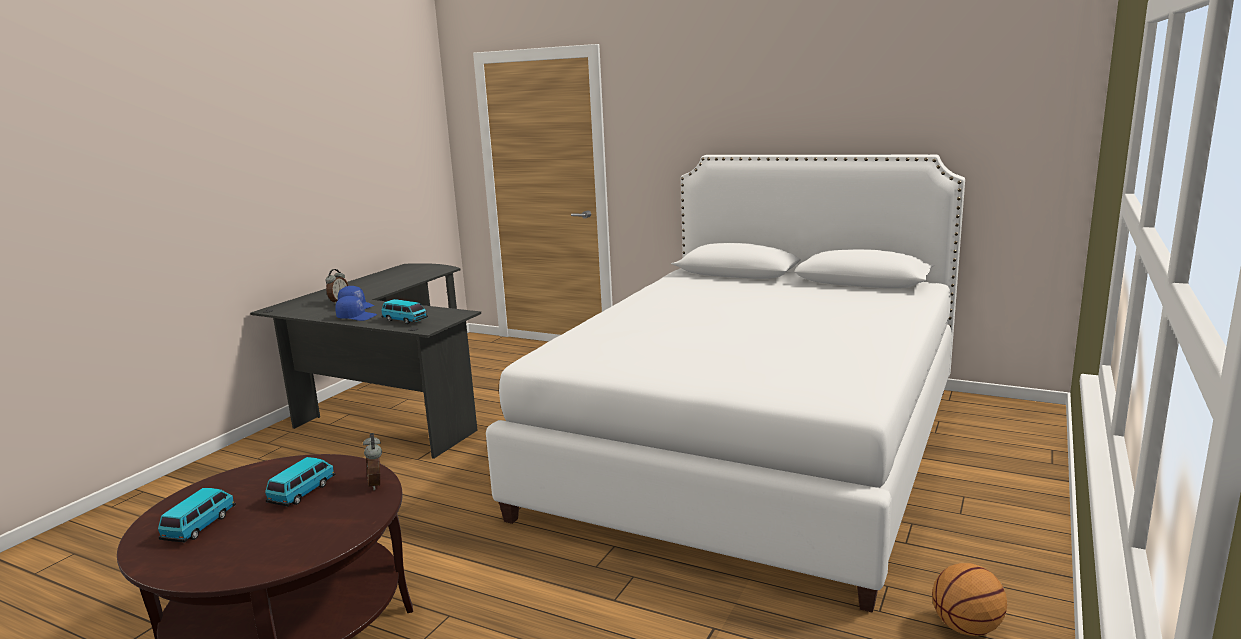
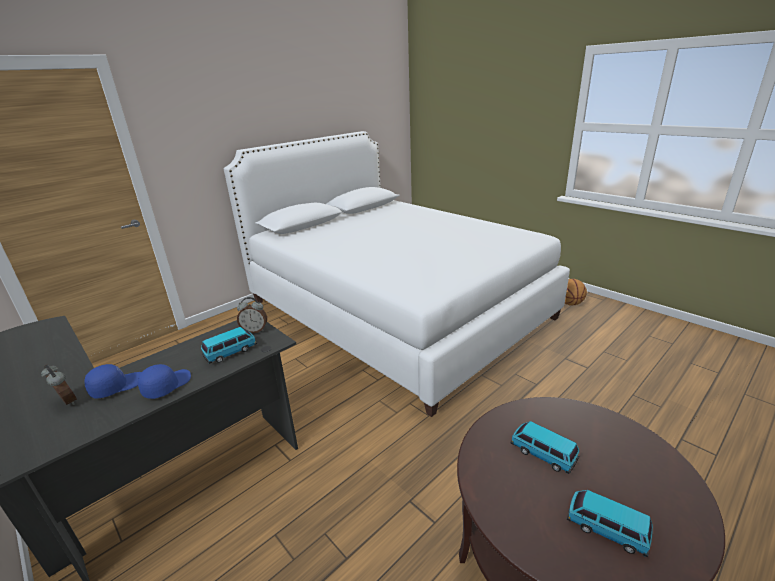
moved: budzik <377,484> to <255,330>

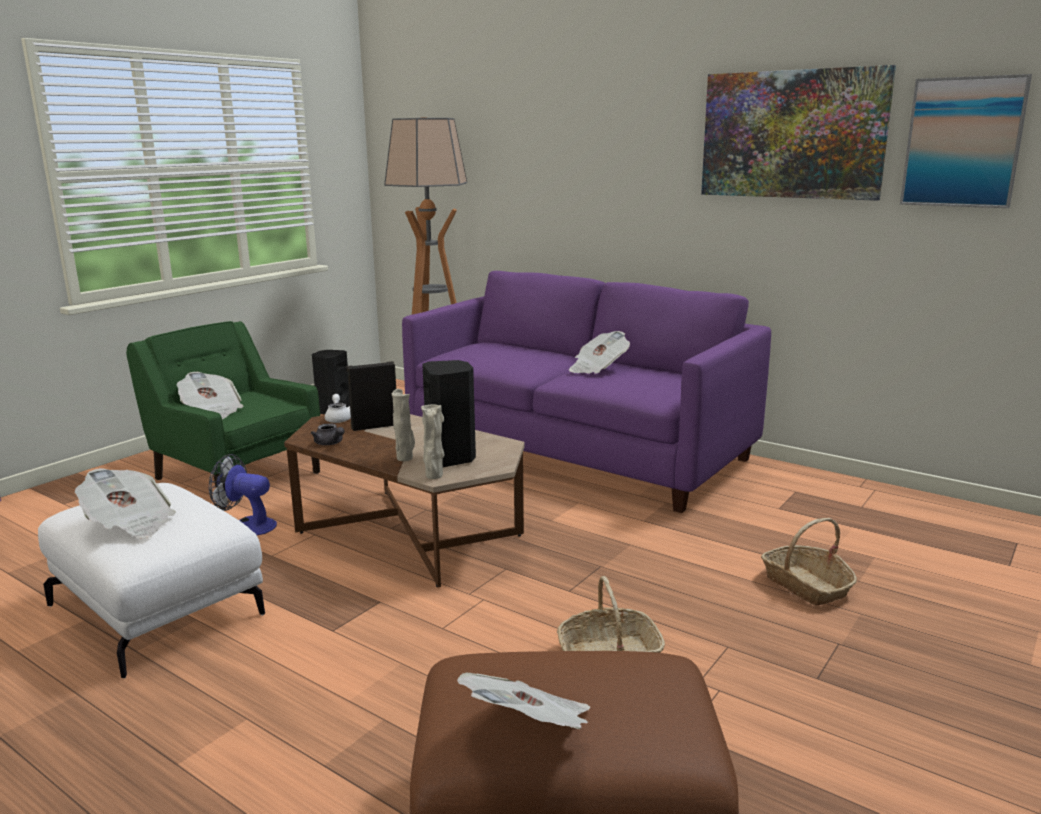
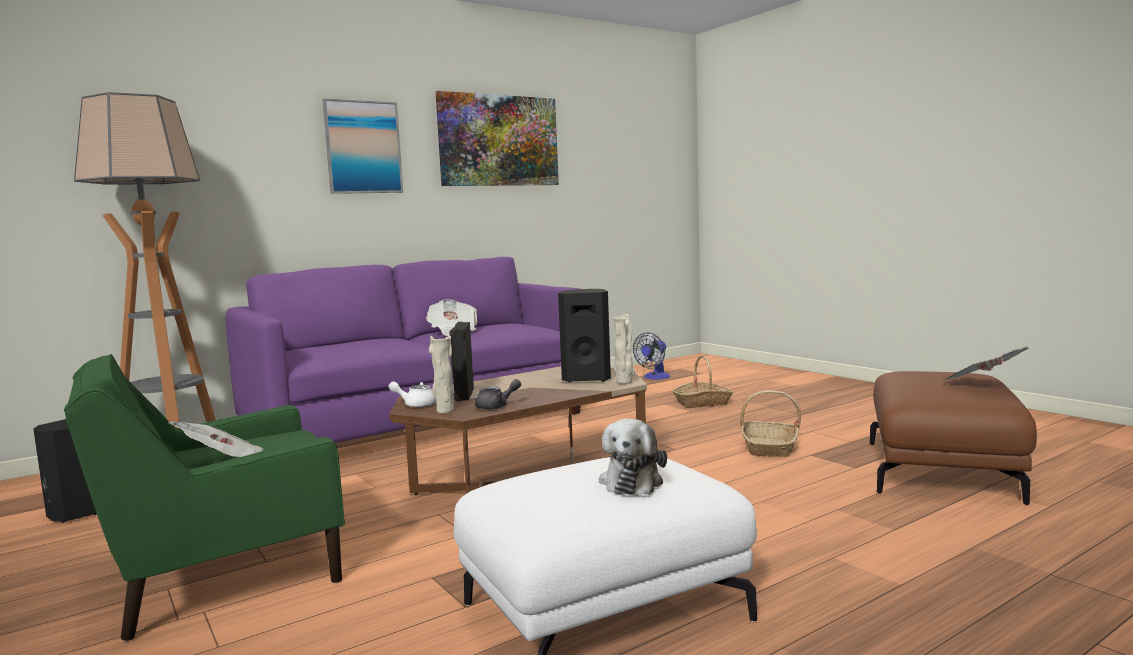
moved: wentylator <247,526> to <654,377>; wazon [beżowy] <405,458> to <445,411>; obraz <963,142> to <363,147>
replaced: gazeta <130,524> to pluszak <632,481>

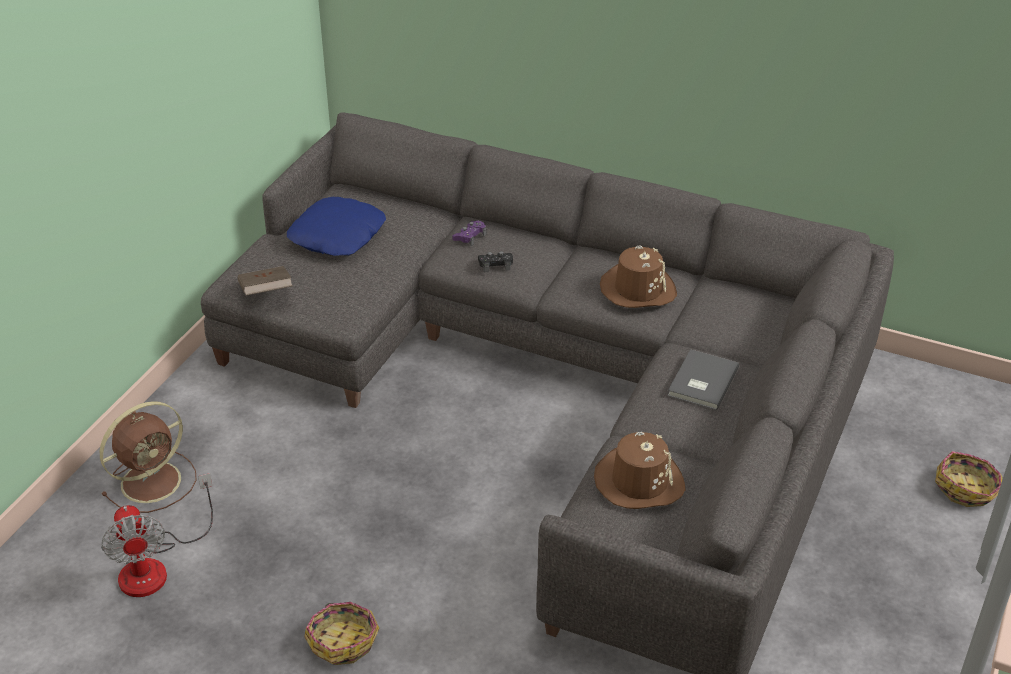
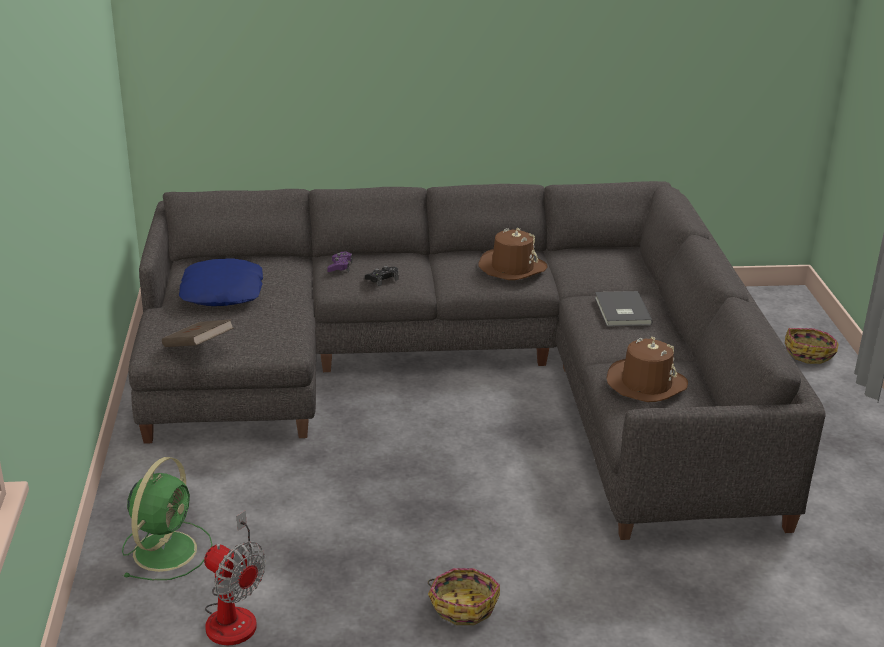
recoloured: wentylator [brązowy] <153,480> to wentylator [zielony] <166,549>

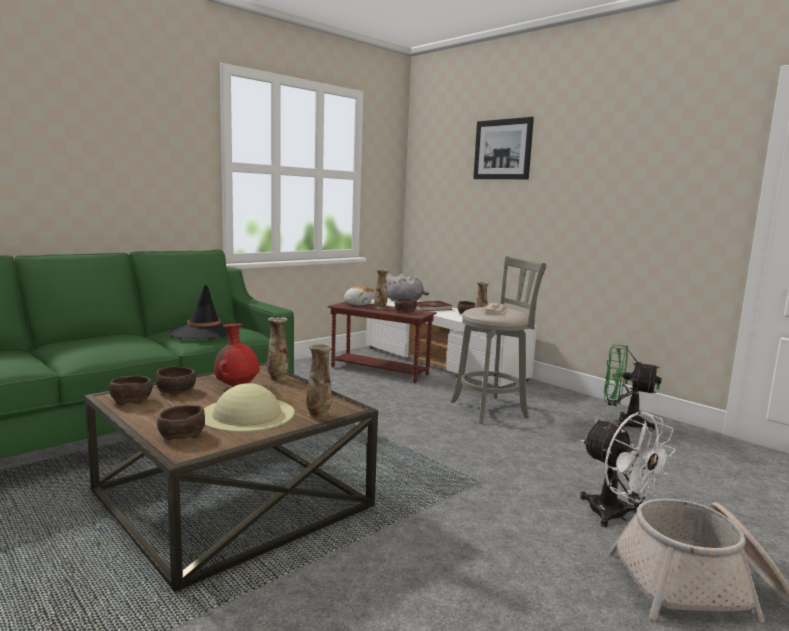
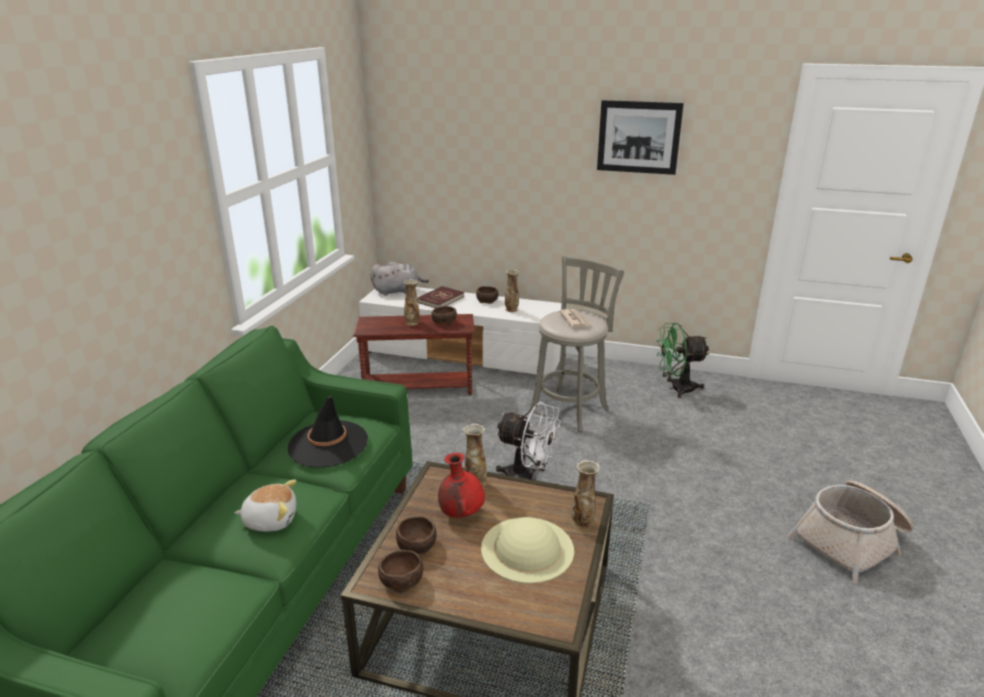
removed: miska [brązowy] <180,435>
moved: pluszak <358,304> to <271,519>; obraz <502,149> to <638,137>; wentylator [biały] <616,516> to <527,478>

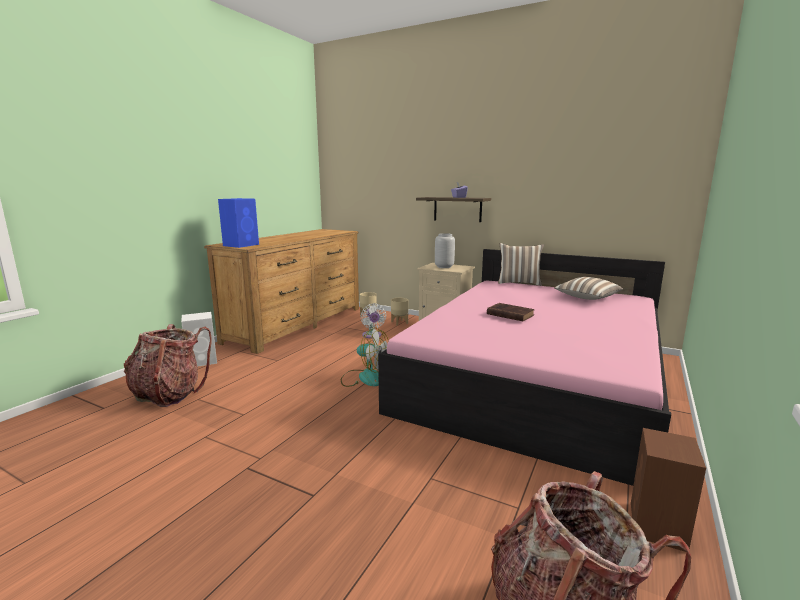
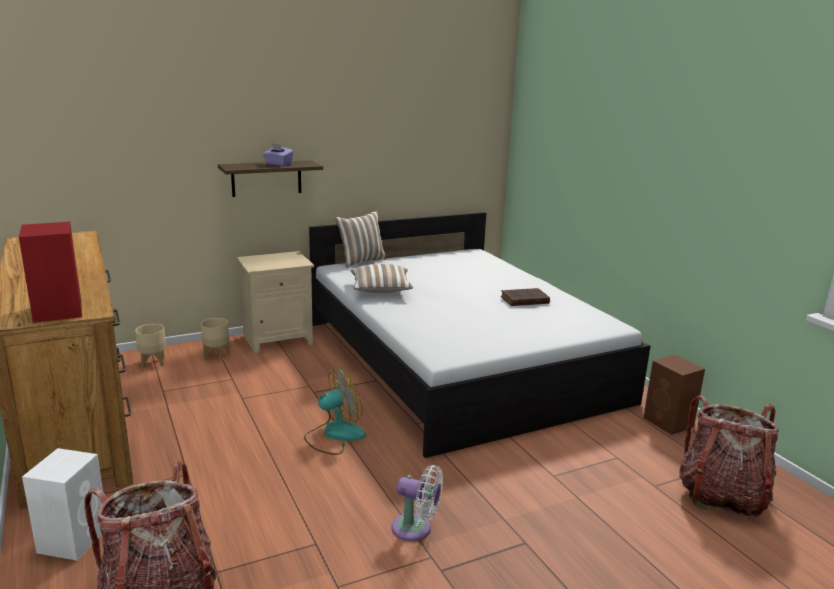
removed: wazon [szary] <444,267>
moved: wentylator [biały] <372,336> to <415,529>; książka [brązowy] <509,314> to <523,300>; poduszka <586,298> to <381,290>
recoloured: głośnik [niebieski] <241,245> to głośnik [czerwony] <58,310>; łóżko [różowy] <535,378> to łóżko [biały] <457,360>

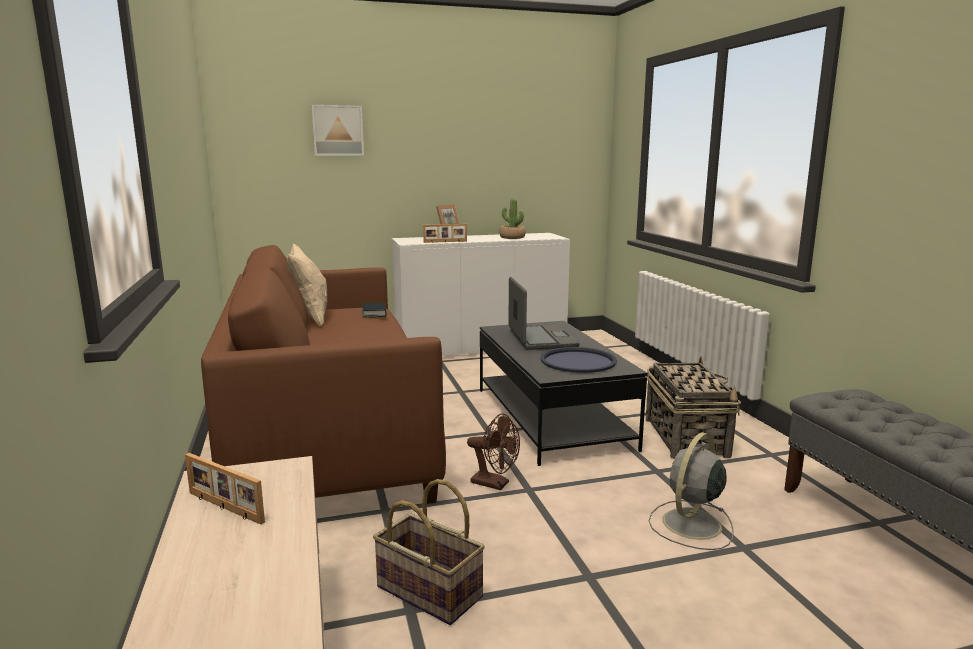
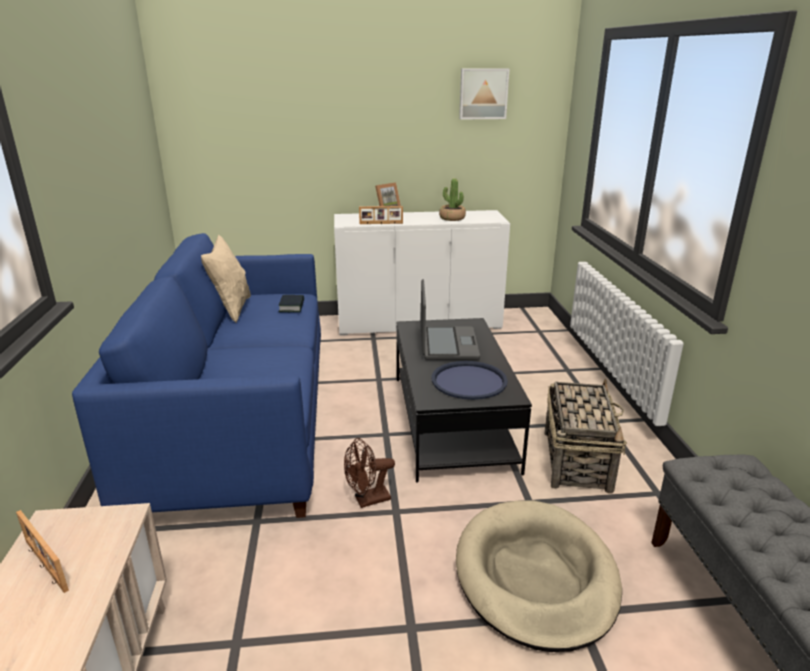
removed: koszyk <427,592>
moved: obraz <337,130> to <483,94>
replaced: wentylator [szary] <690,525> to legowisko [beżowy] <535,576>
recoloured: kanapa [brązowy] <328,435> to kanapa [niebieski] <239,424>
turned: wentylator [brązowy] <495,484> = <367,500> 120 degrees clockwise

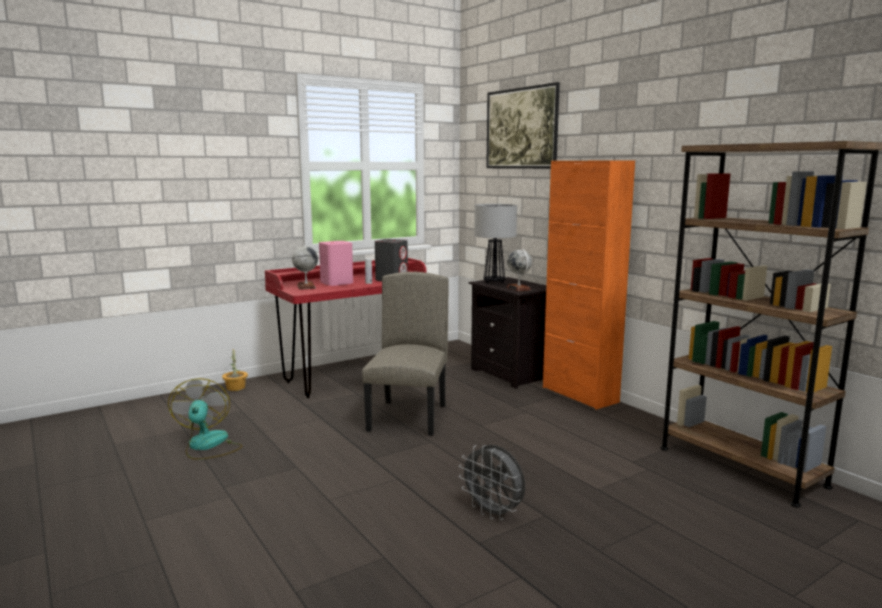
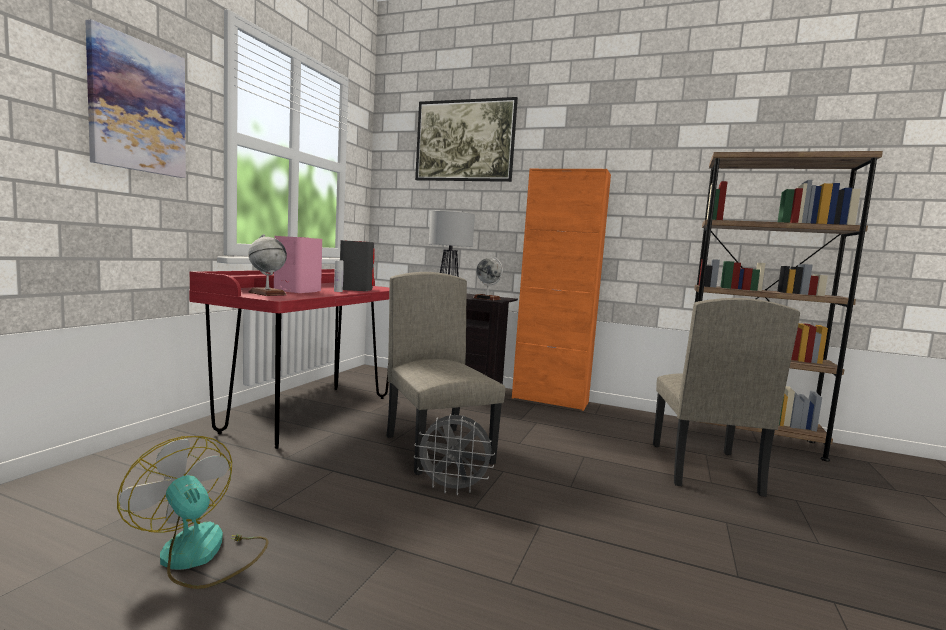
removed: roślina doniczkowa <235,388>
added: obraz <137,106>; krzesło [beżowy] <702,468>
moved: wentylator [szary] <493,513> to <453,489>

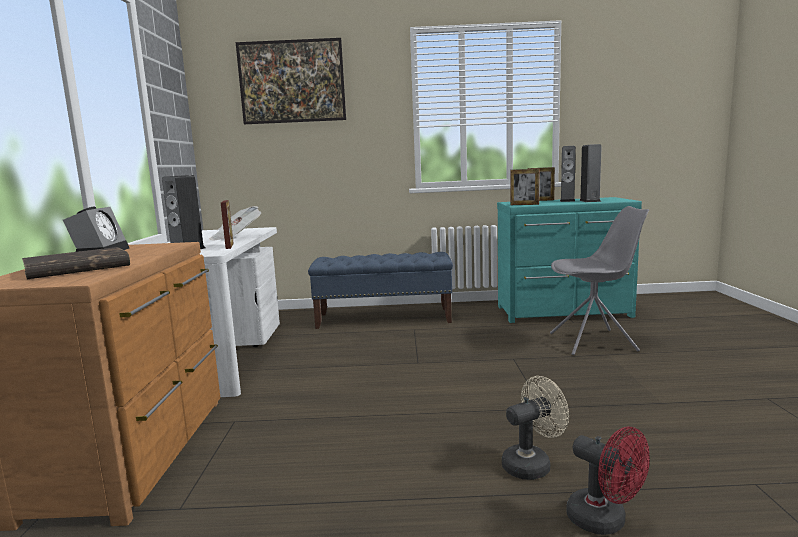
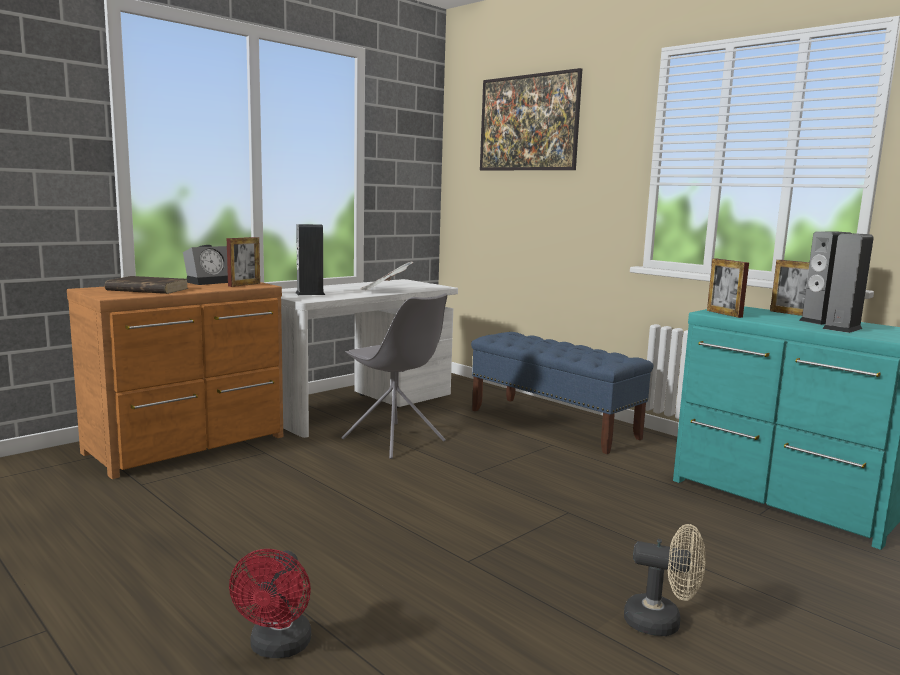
moved: ramka na zdjęcie <229,246> to <244,285>; wentylator [beżowy] <532,464> to <662,623>; krzesło [szary] <594,342> to <394,441>

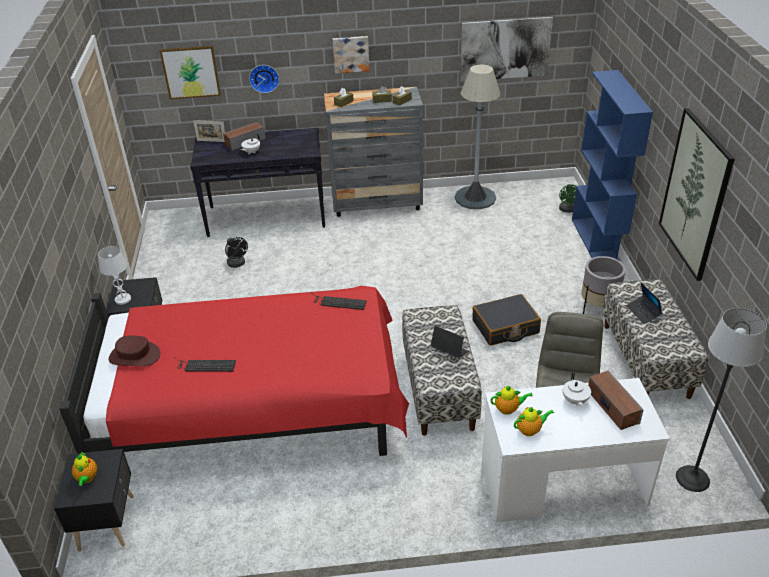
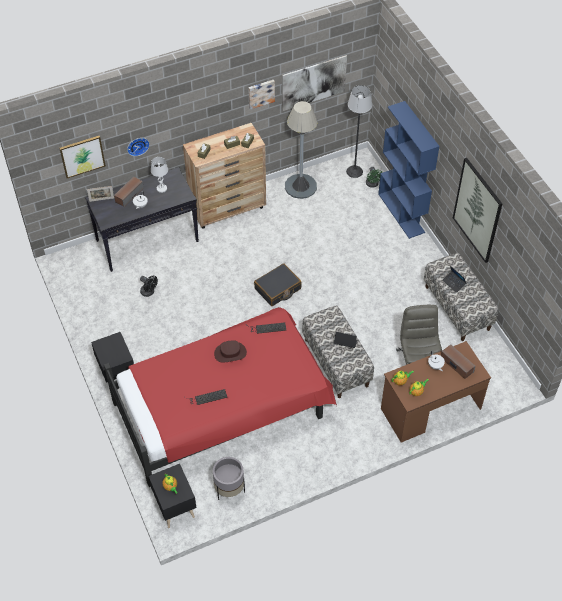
moved: lampa stołowa [biały] <123,299> to <161,188>; kapelusz [brązowy] <134,356> to <230,353>; obraz <351,54> to <261,93>; walizka [czarny] <505,327> to <277,289>; donica [szary] <598,307> to <229,489>; lampa stojąca <692,478> to <354,171>
recoloured: komoda [szary] <377,204> to komoda [brązowy] <228,208>; biurko [biały] <562,484> to biurko [brązowy] <430,409>

